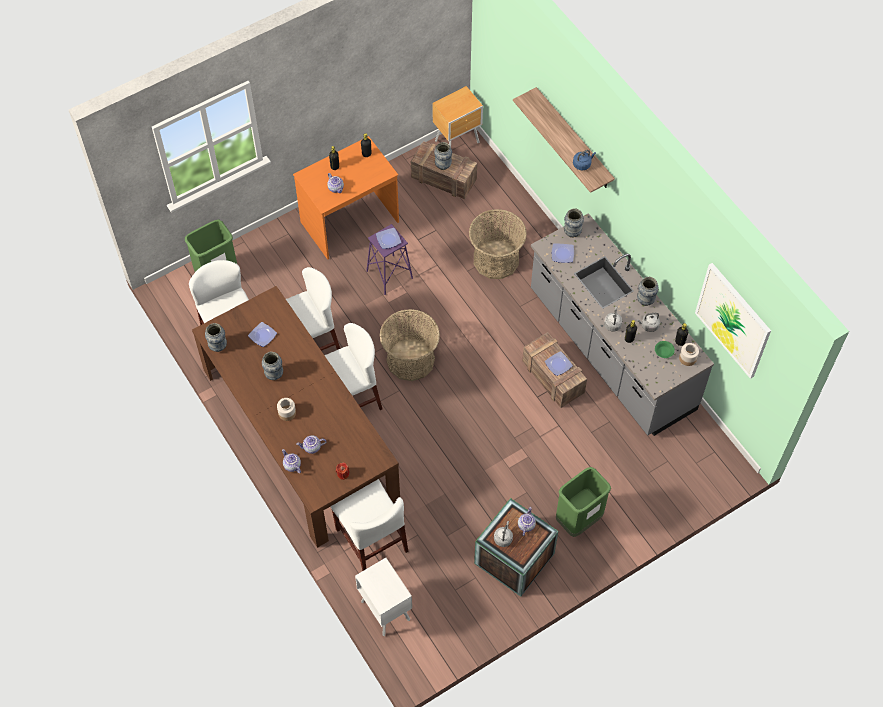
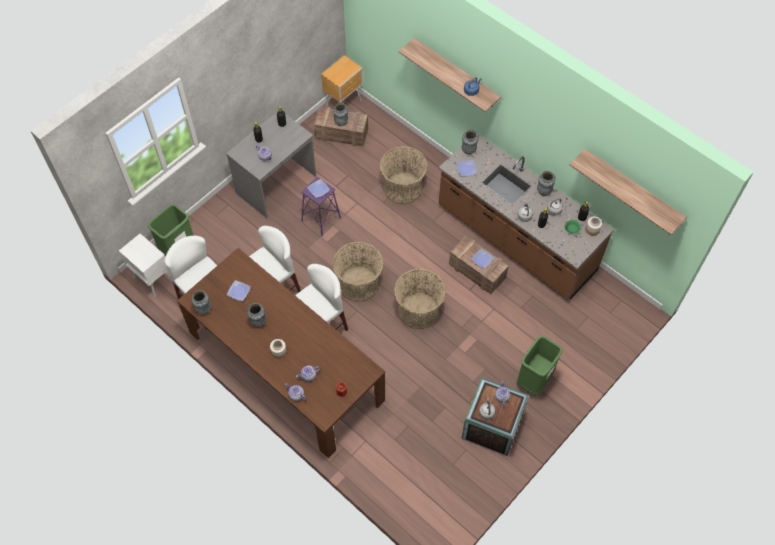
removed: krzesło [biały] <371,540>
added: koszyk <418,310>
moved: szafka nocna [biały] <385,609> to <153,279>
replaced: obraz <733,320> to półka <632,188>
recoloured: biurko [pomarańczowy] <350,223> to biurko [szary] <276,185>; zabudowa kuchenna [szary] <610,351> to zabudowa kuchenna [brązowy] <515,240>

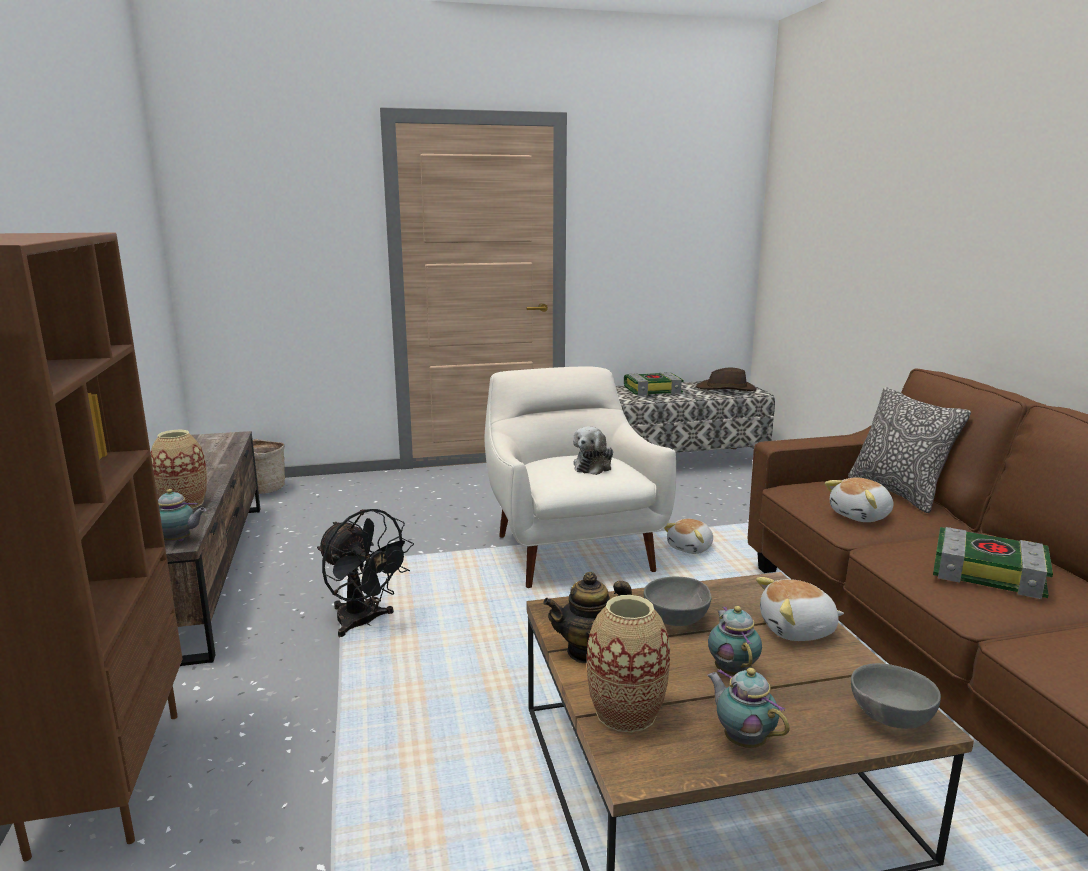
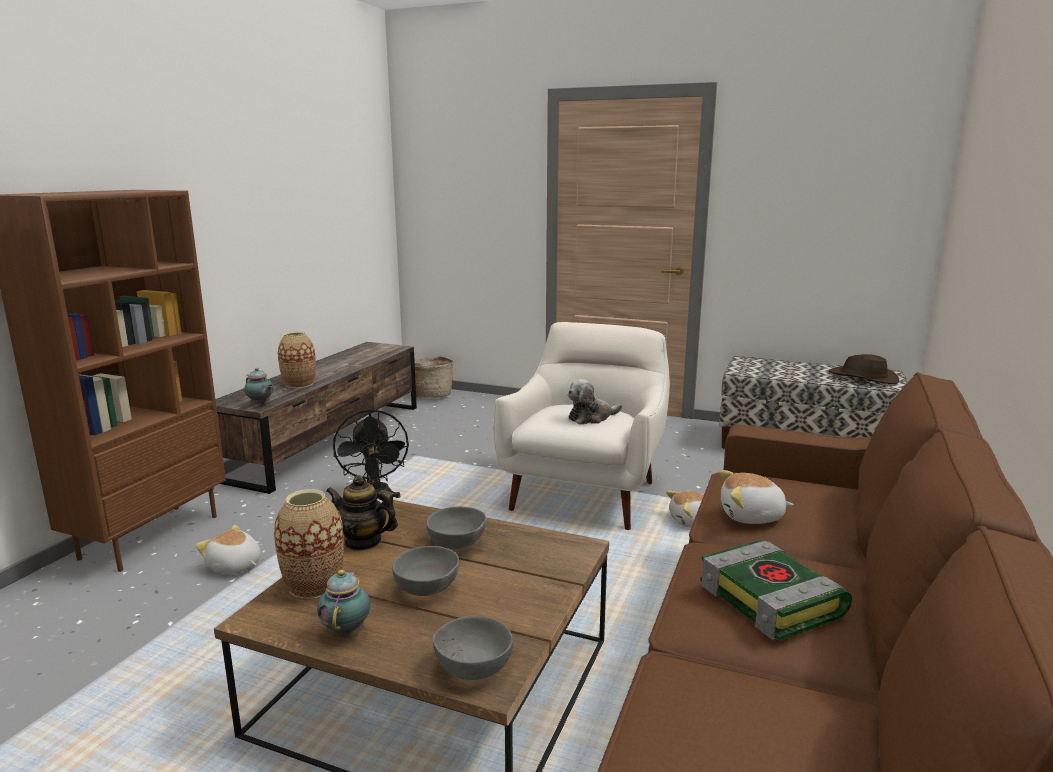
removed: książka <653,390>; poduszka <897,492>
moved: pluszak <797,630> to <234,566>
replaced: imbryk <732,670> to miska [szary] <428,590>

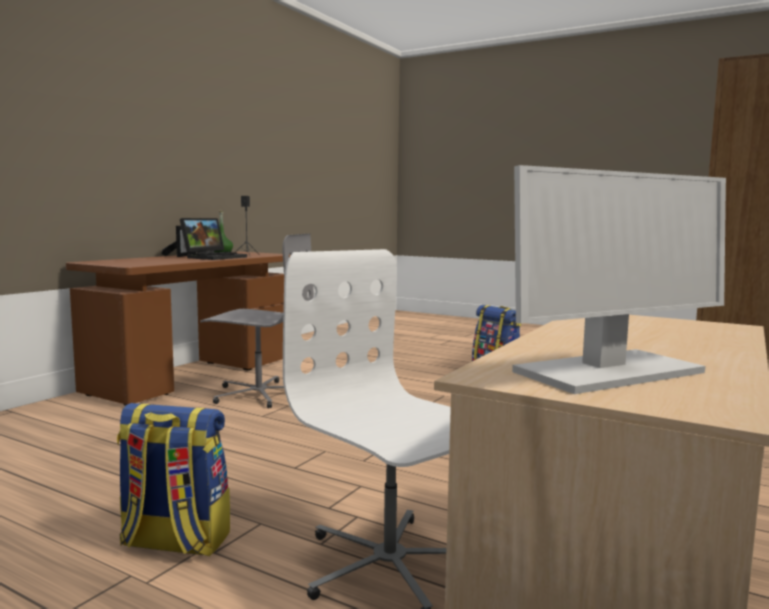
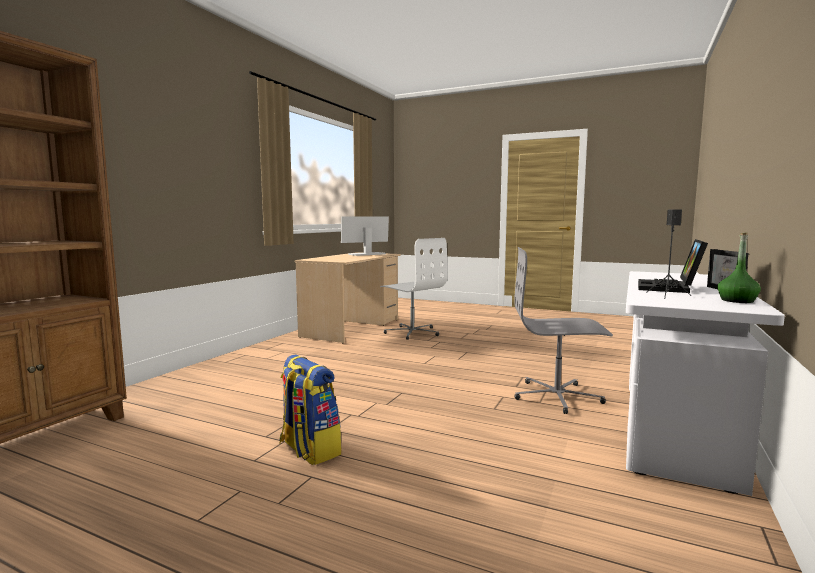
removed: plecak <174,542>
recoloured: biurko [brązowy] <197,374> to biurko [biały] <674,423>

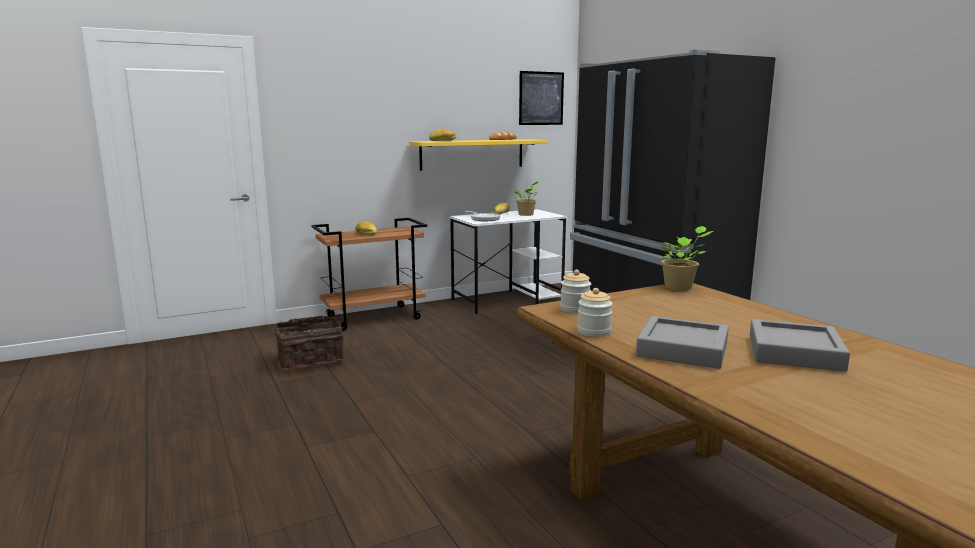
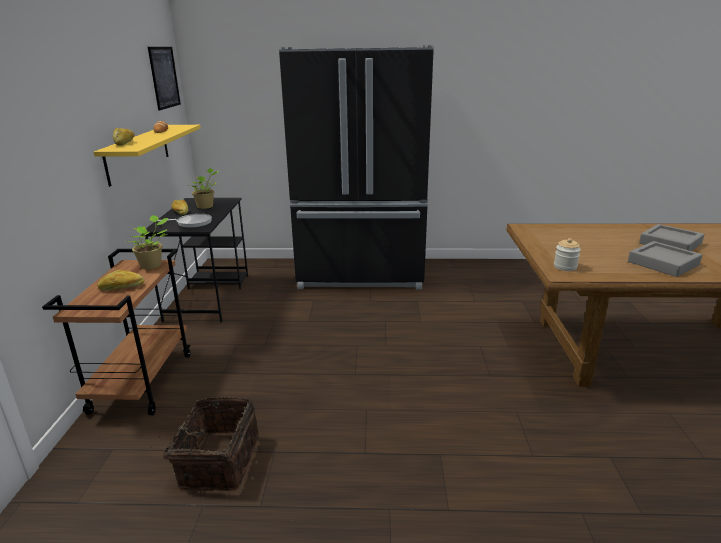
removed: słoik <594,331>
moved: roślina doniczkowa <680,288> to <152,265>
recoloured: biurko [biały] <508,299> to biurko [czarny] <209,296>

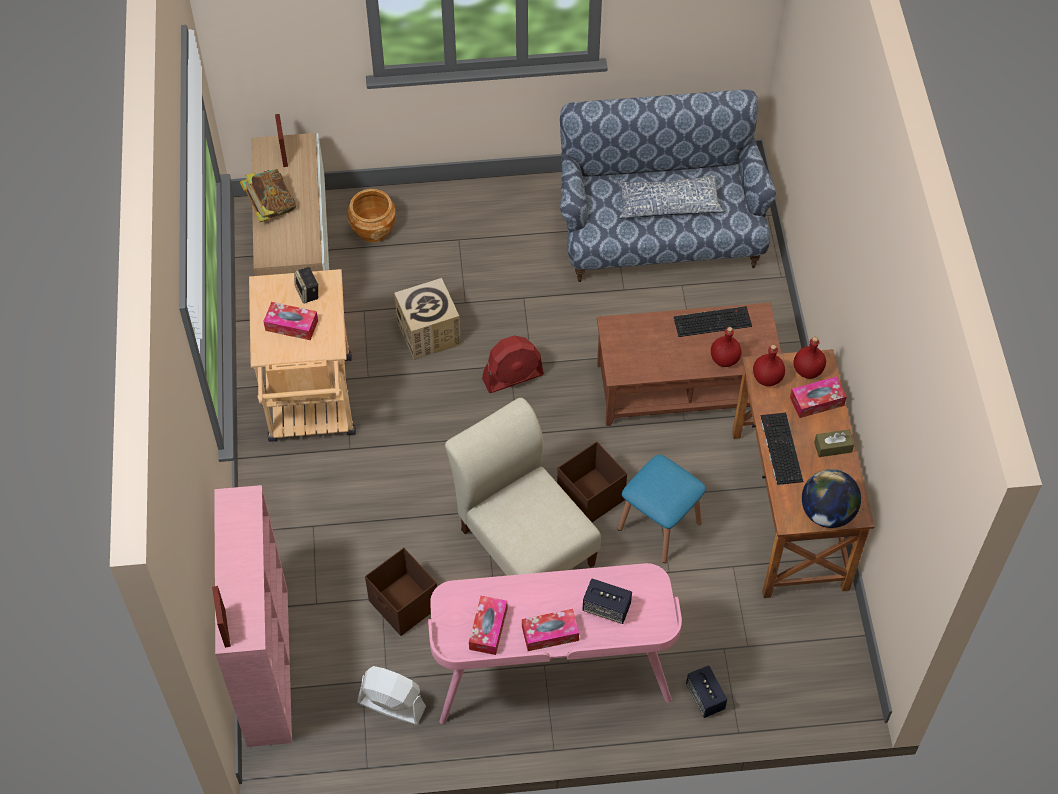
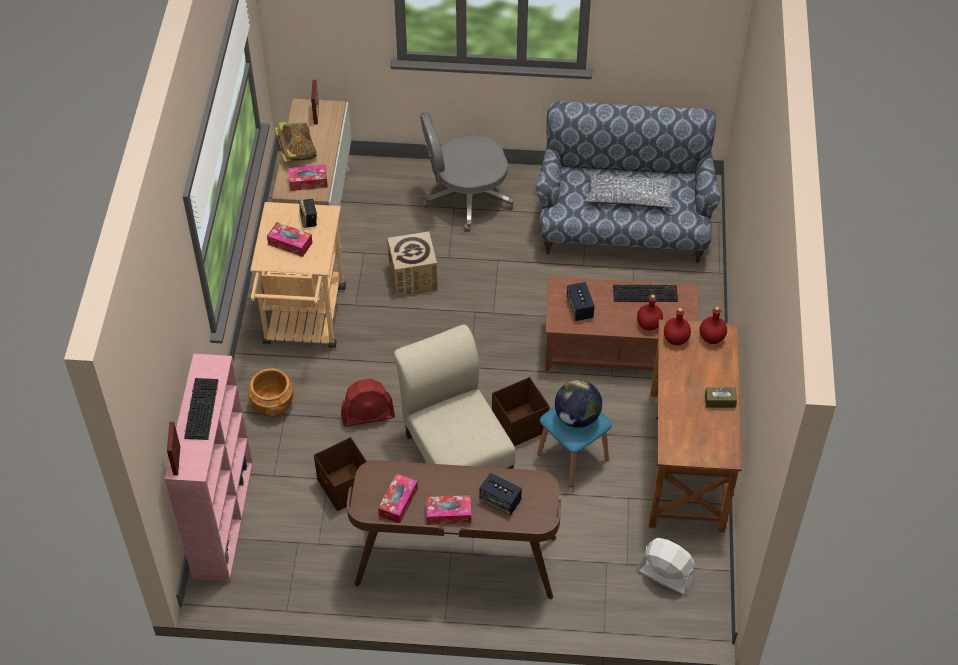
added: krzesło biurowe [szary] <466,199>
moved: donica [brązowy] <373,230> to <273,405>; wentylator [biały] <391,704> to <665,575>; wentylator [czerwony] <513,377> to <368,415>; głośnik <705,697> to <579,308>; klawiatura <780,448> to <200,408>; pudełko chusteczek <817,401> to <308,182>; globus <827,513> to <577,417>
recoloured: biurko [różowy] <552,676> to biurko [brązowy] <456,562>

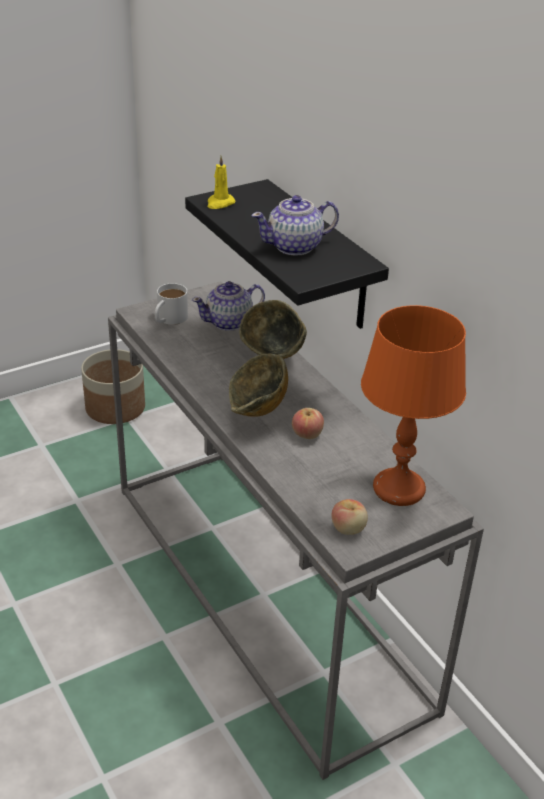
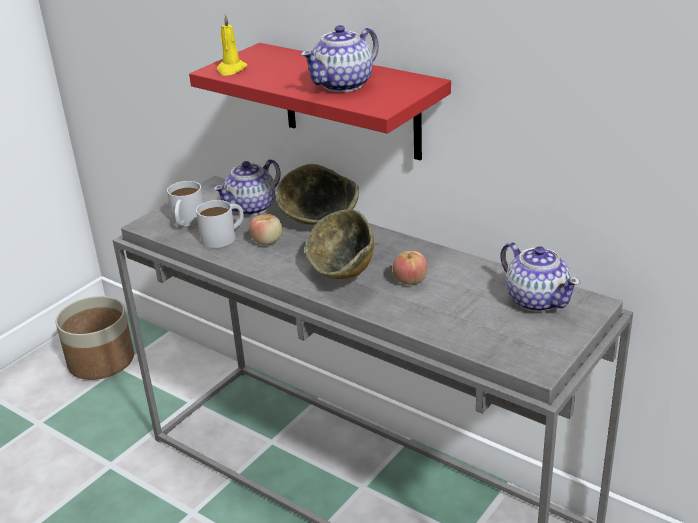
added: kubek [biały] <224,236>
moved: jabłko <348,529> to <267,241>
replaced: lampa stołowa [pomarańczowy] <399,488> to imbryk <536,299>
recoloured: półka [czarny] <321,257> to półka [czerwony] <351,101>

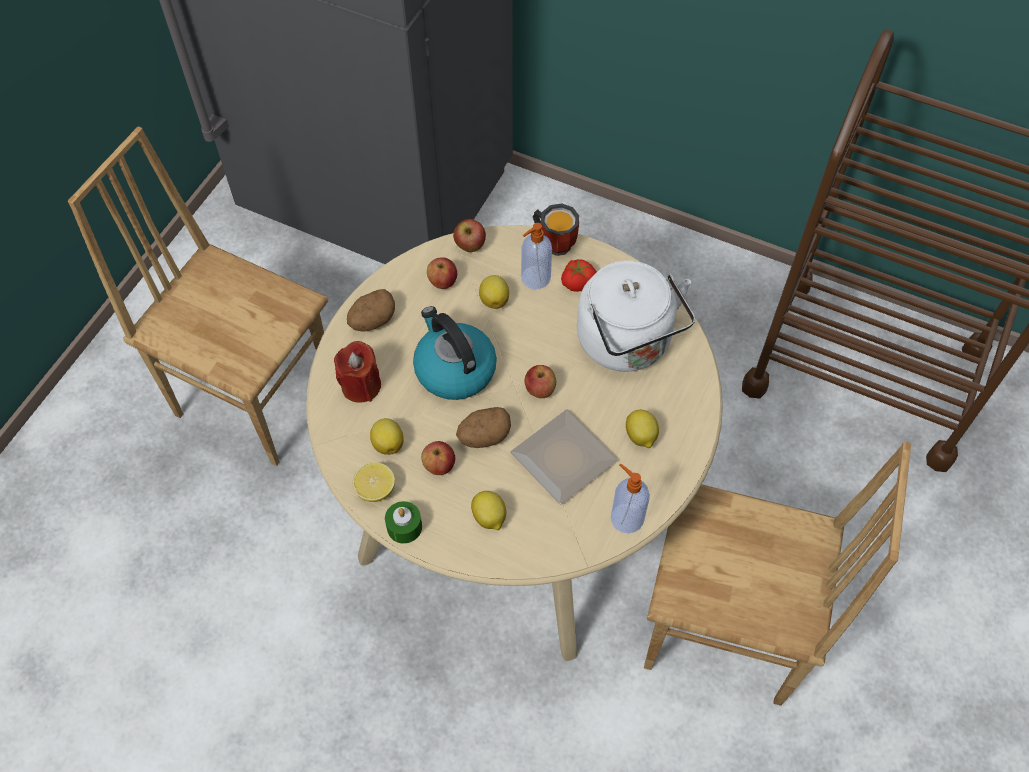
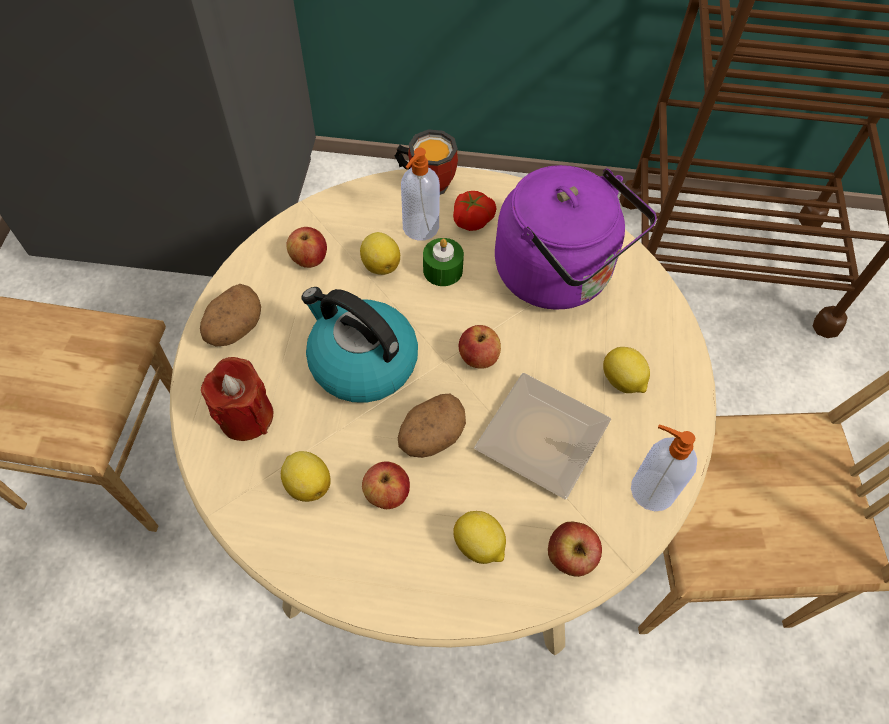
removed: cytryna <375,489>
moved: świeca [zielony] <404,527> to <442,270>; jabłko <470,247> to <570,558>
recoloured: czajnik [biały] <627,344> to czajnik [fioletowy] <559,276>

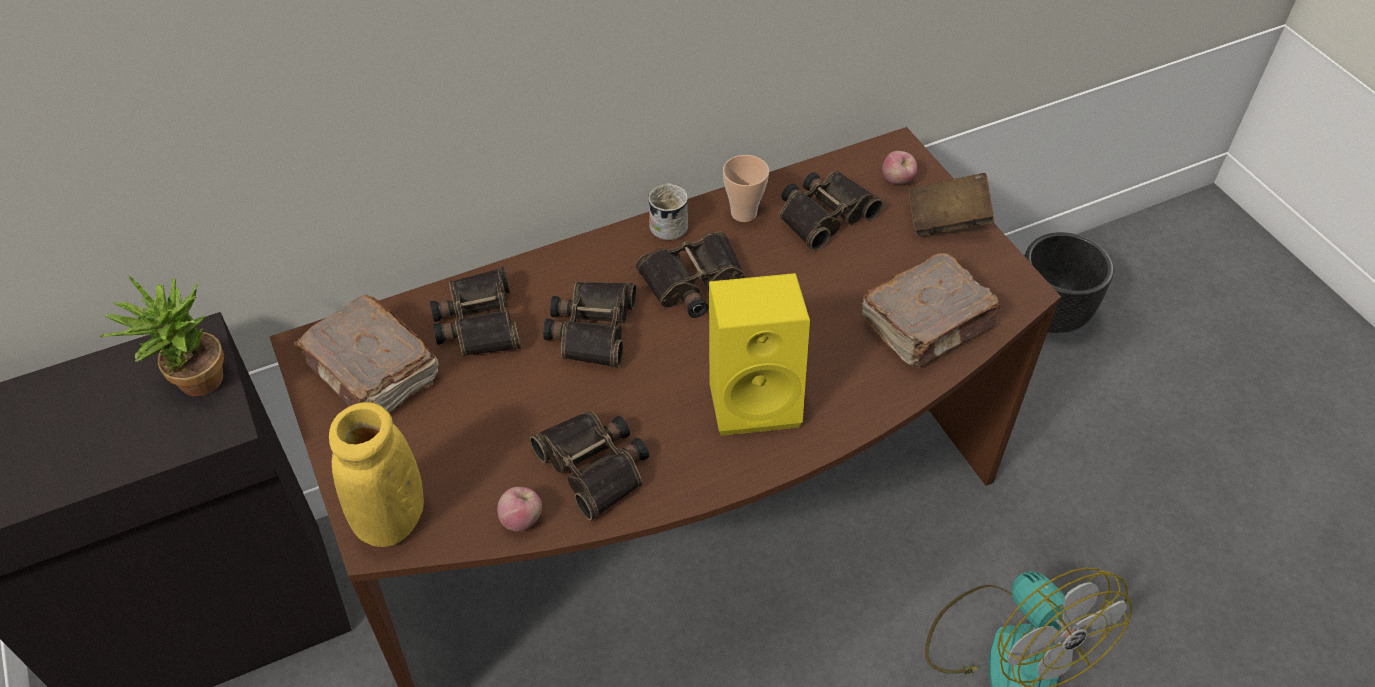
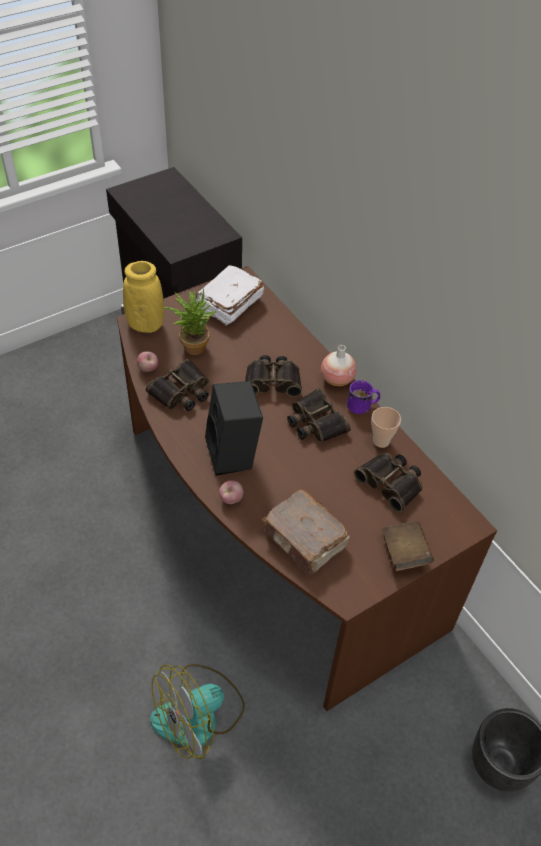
removed: lornetka <477,322>
added: wazon <337,379>
moved: roślina doniczkowa <192,383> to <192,345>; jabłko <897,181> to <231,499>
recoloured: książka [brązowy] <373,375> to książka [biały] <229,304>; kubek [biały] <669,223> to kubek [fioletowy] <362,406>; głośnik [żółty] <755,398> to głośnik [czarny] <234,455>

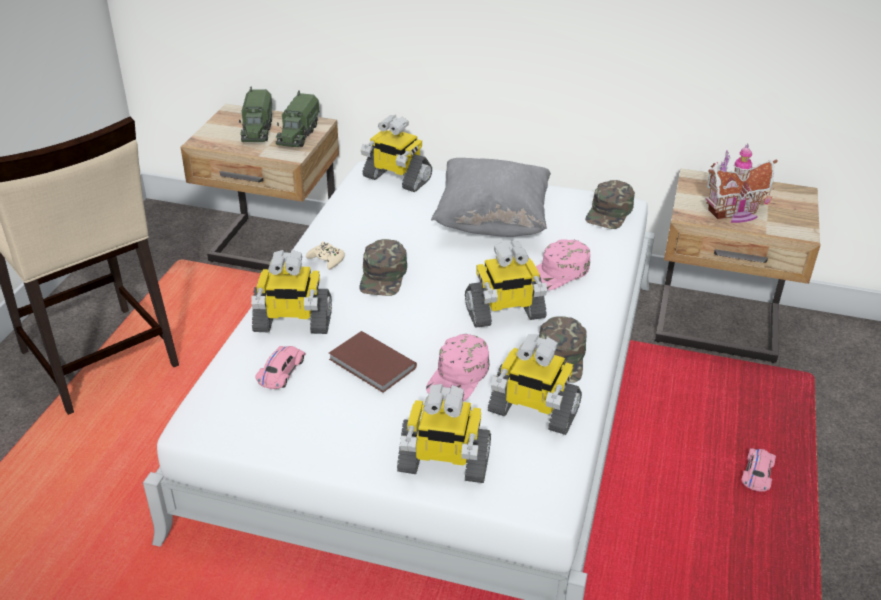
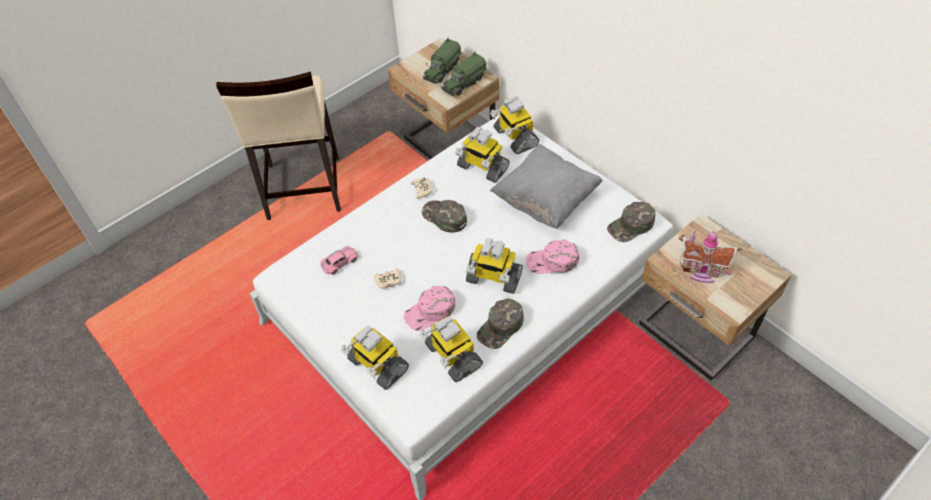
removed: samochodzik [różowy] <757,473>
moved: robot zabawkowy <292,322> to <482,167>
replaced: książka [brązowy] <371,365> to pad do gier [beżowy] <388,281>
turned: czapka z daszkiem [zielony] <384,276> = <444,217> 90 degrees clockwise

